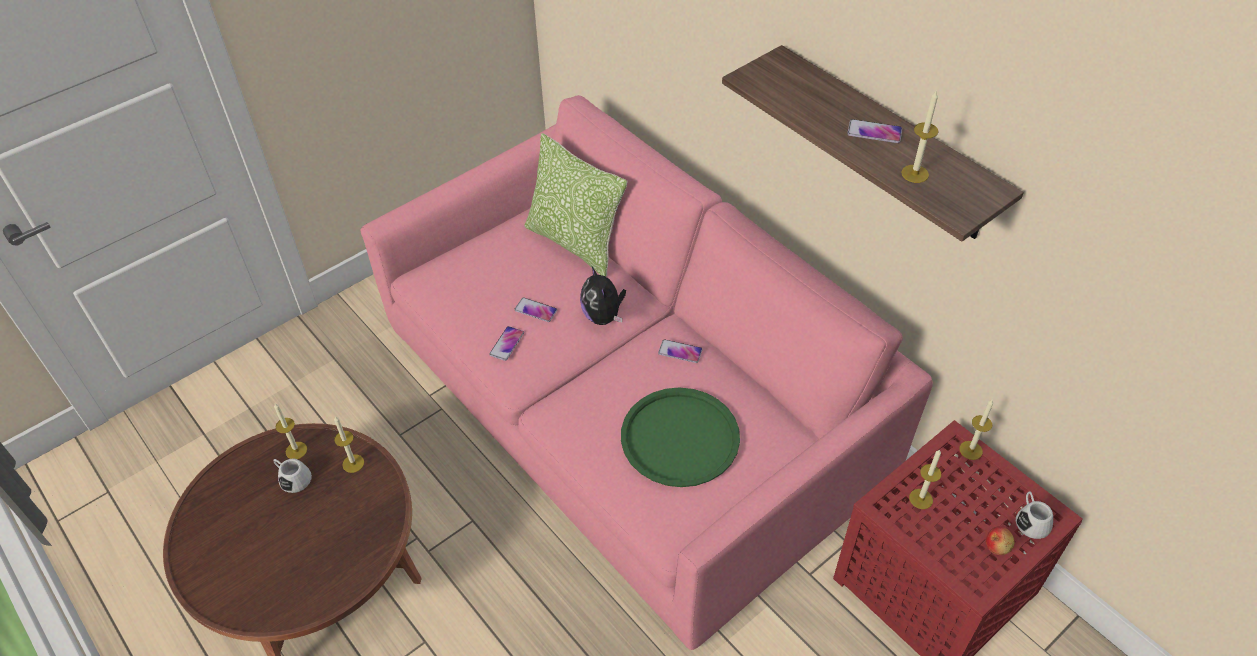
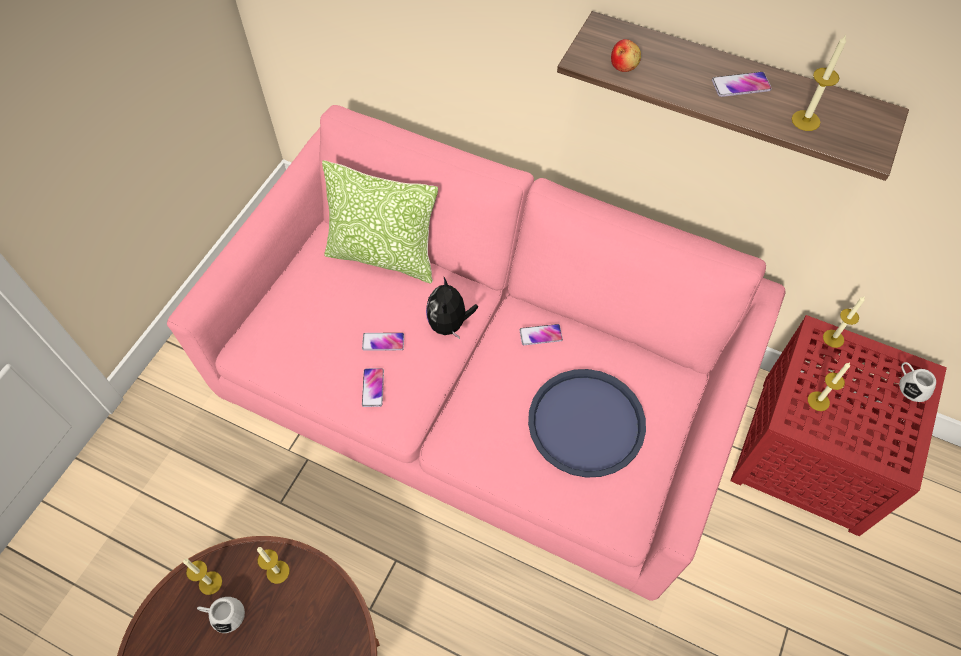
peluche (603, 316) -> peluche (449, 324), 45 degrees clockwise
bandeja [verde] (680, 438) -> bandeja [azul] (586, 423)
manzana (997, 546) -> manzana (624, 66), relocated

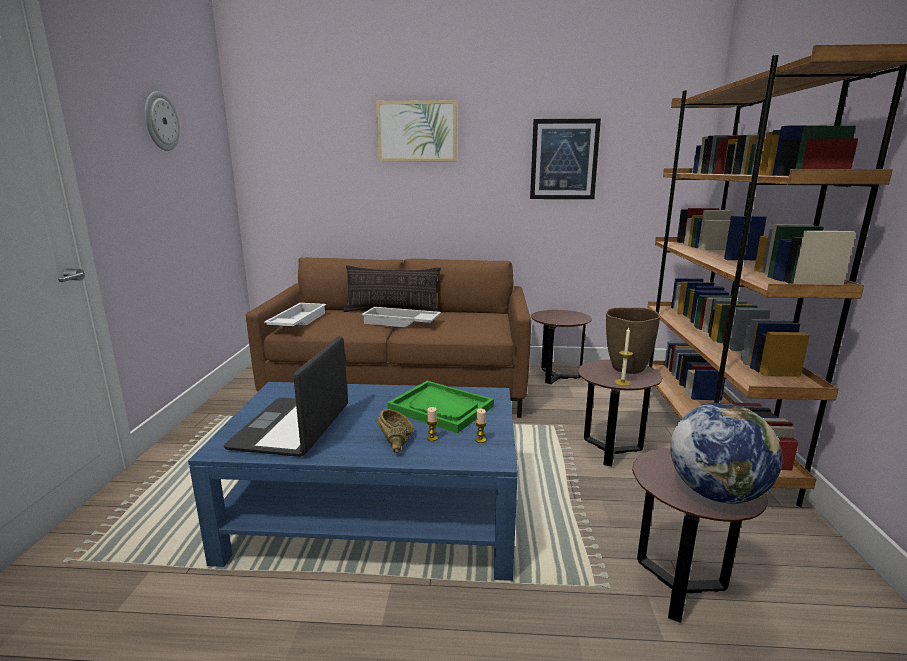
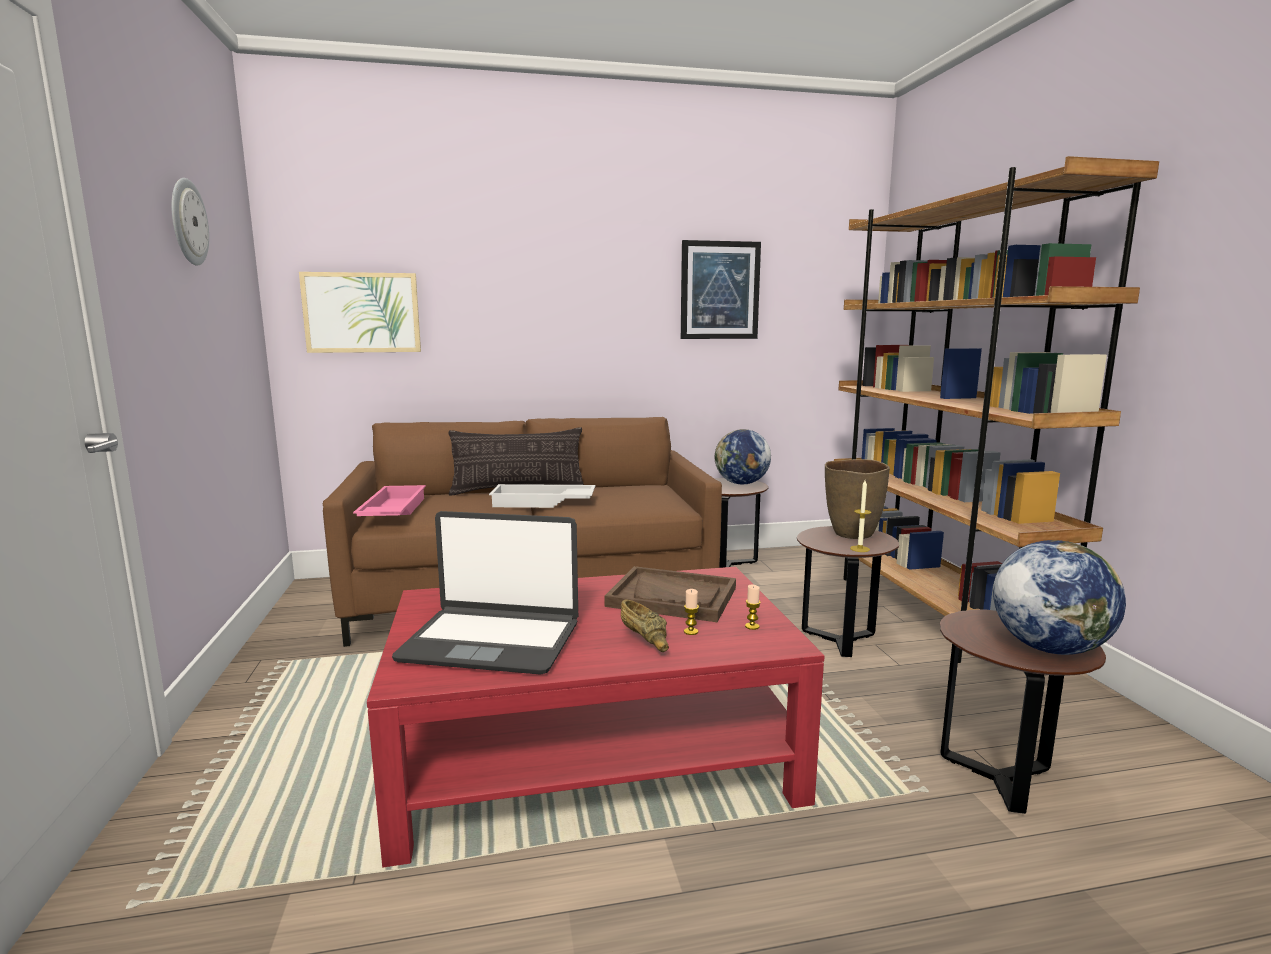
mesa de centro [azul] (378, 513) -> mesa de centro [rojo] (595, 755)
portátil (293, 427) -> portátil (491, 641), 75 degrees counterclockwise
bandeja [blanco] (297, 321) -> bandeja [rosa] (392, 511)
cuadro (417, 131) -> cuadro (362, 313), relocated
bandeja [verde] (441, 408) -> bandeja [marrón] (672, 597)
none -> globo terráqueo (741, 483)

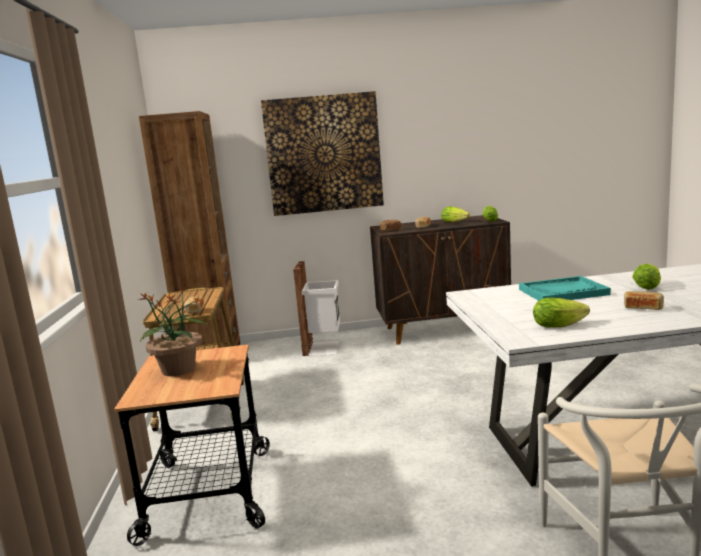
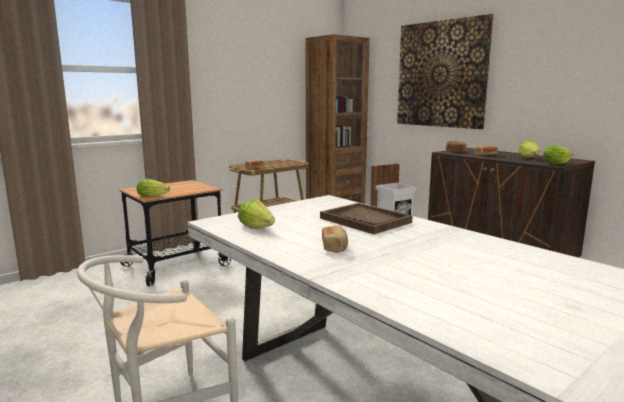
planta en maceta (179, 370) -> none
bandeja [turquesa] (563, 292) -> bandeja [marrón] (365, 220)
lechuga (648, 286) -> lechuga (154, 196), relocated

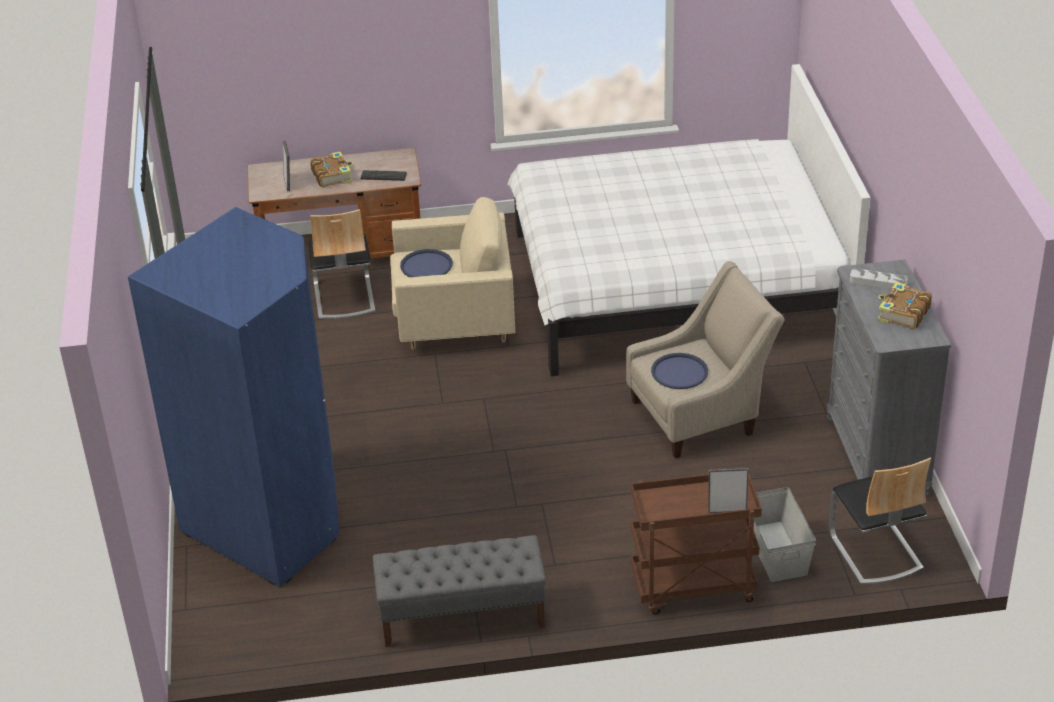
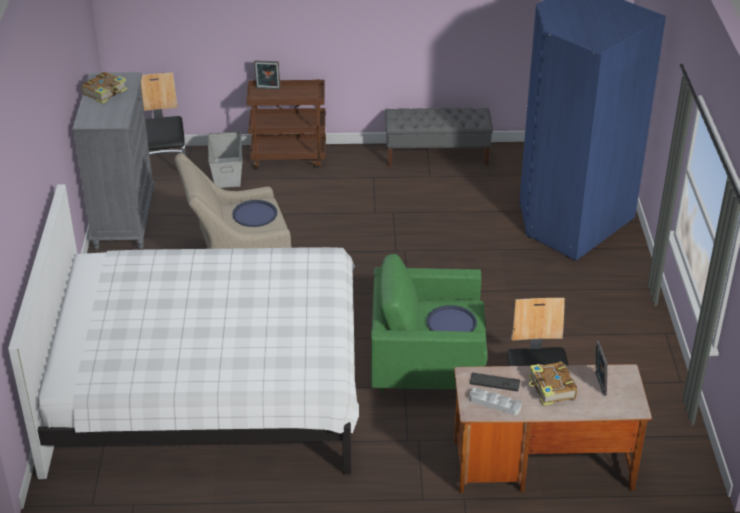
sillón [beis] (454, 322) -> sillón [verde] (426, 367)
bandeja [gris] (878, 282) -> bandeja [gris] (494, 403), relocated

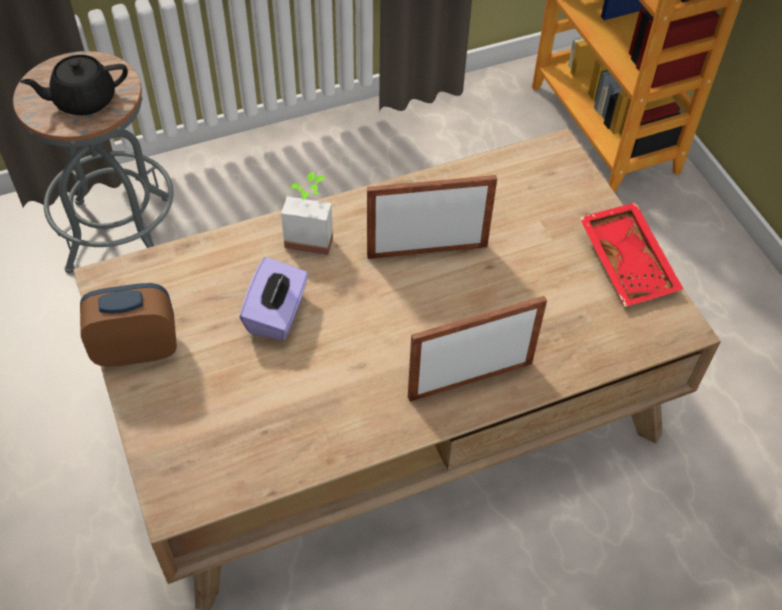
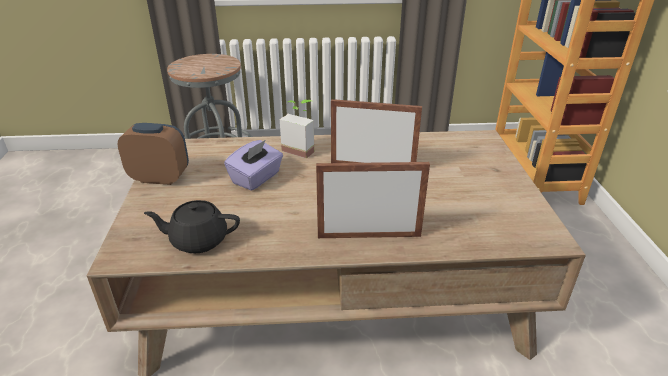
tetera [negro] (83, 100) -> tetera [negro] (198, 240), relocated
bandeja [rojo] (629, 262) -> none

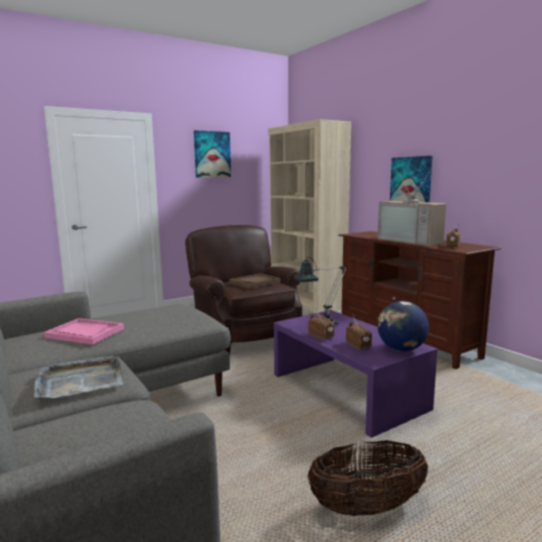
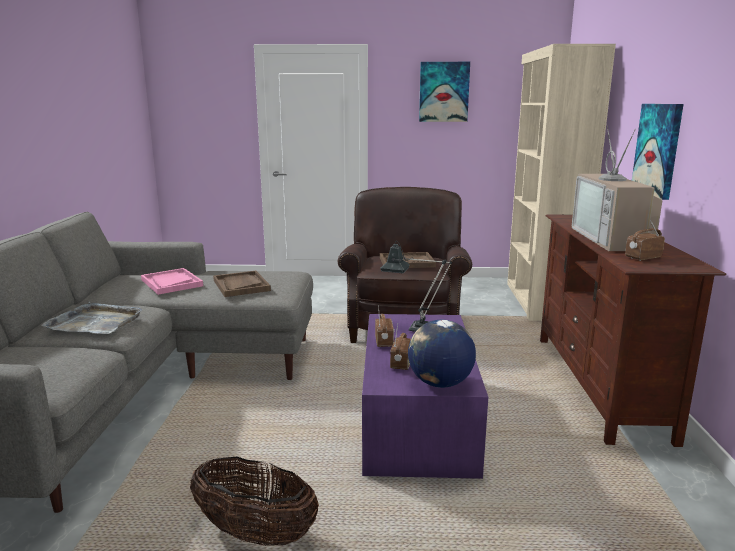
none -> bandeja [marrón] (241, 285)

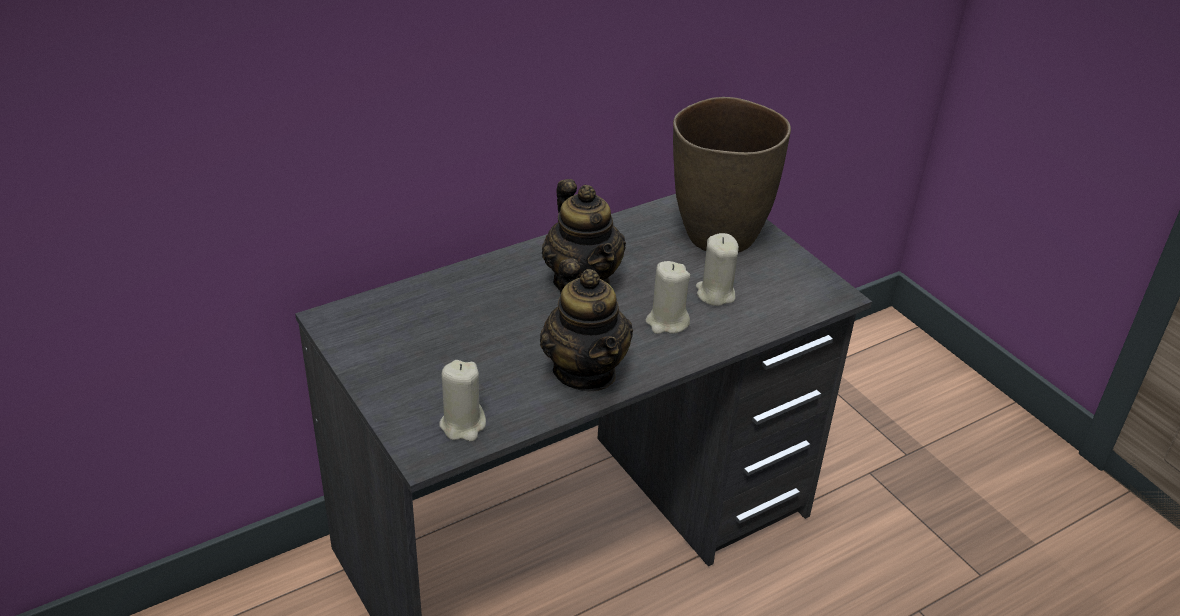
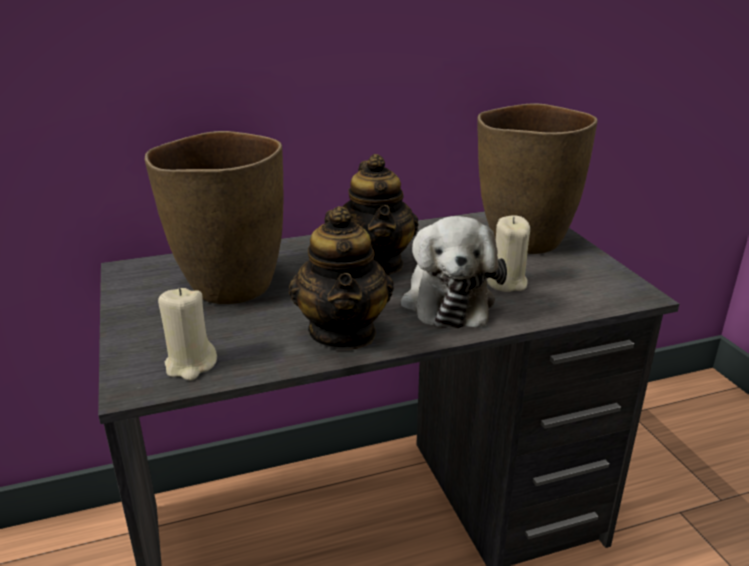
vela [beis] (667, 322) -> peluche (447, 300)
none -> florero [marrón] (229, 288)

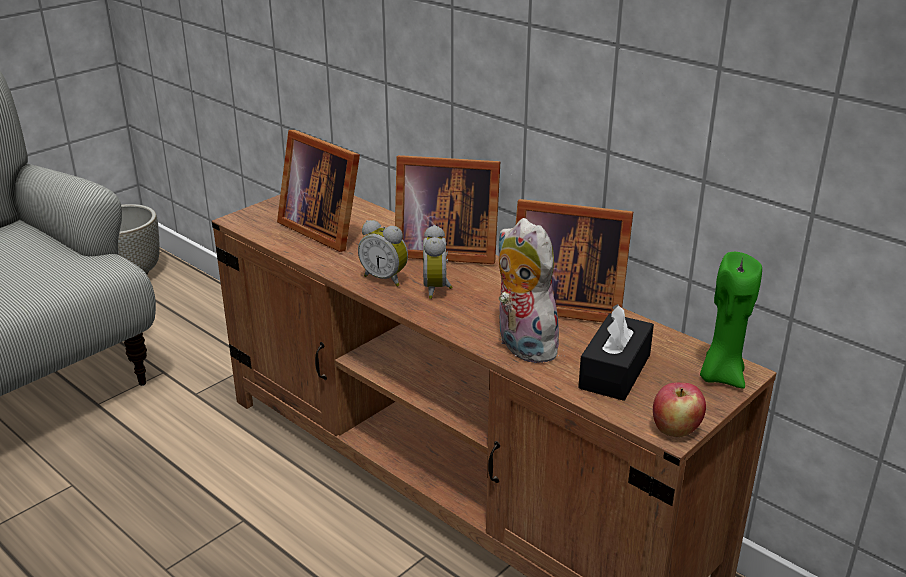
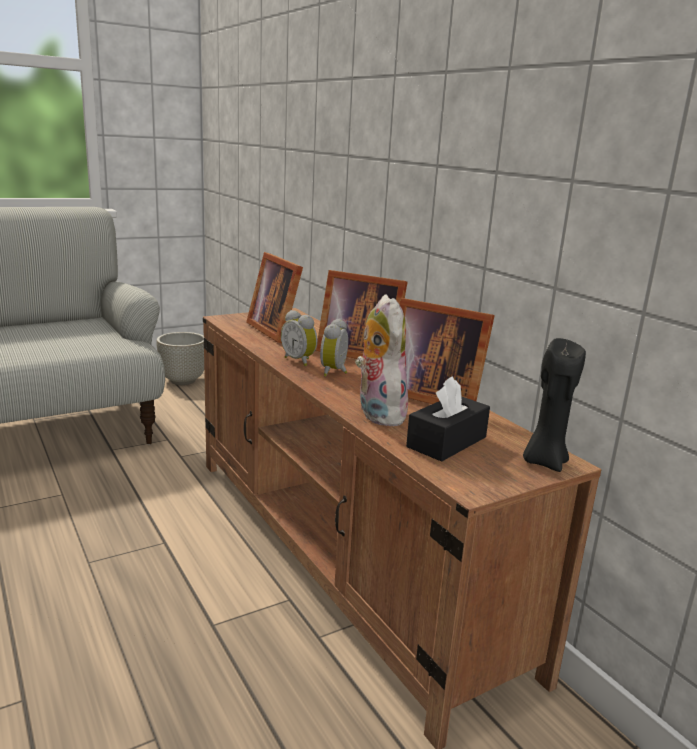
manzana (675, 430) -> none
vela [verde] (721, 376) -> vela [negro] (544, 462)

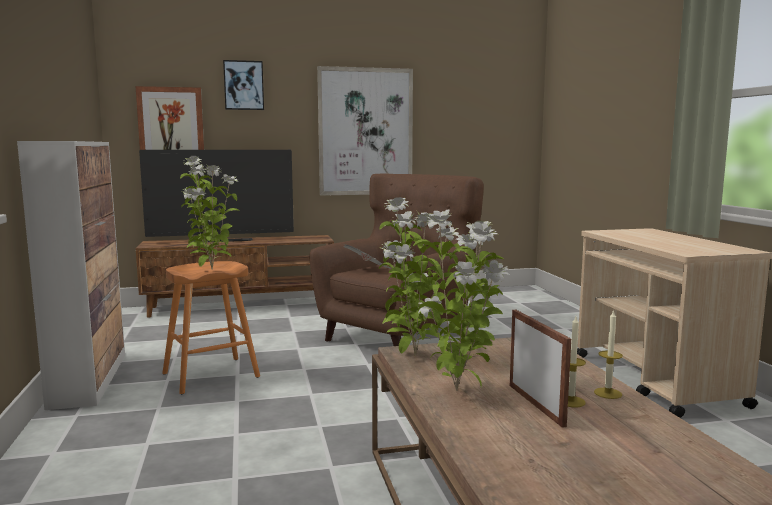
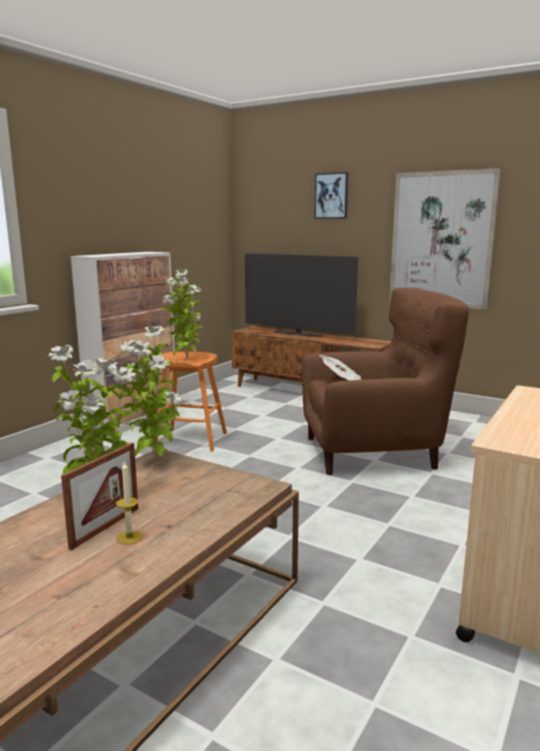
cuadro (171, 125) -> none
vela (607, 393) -> none

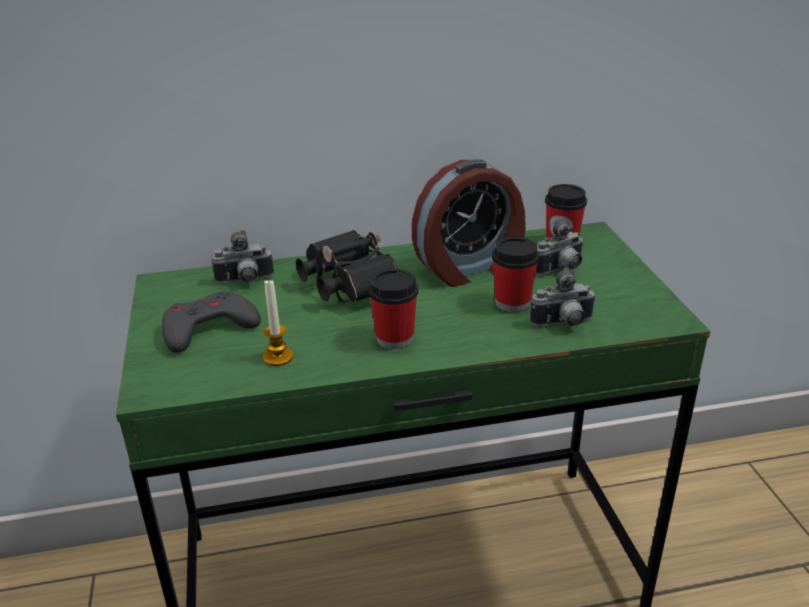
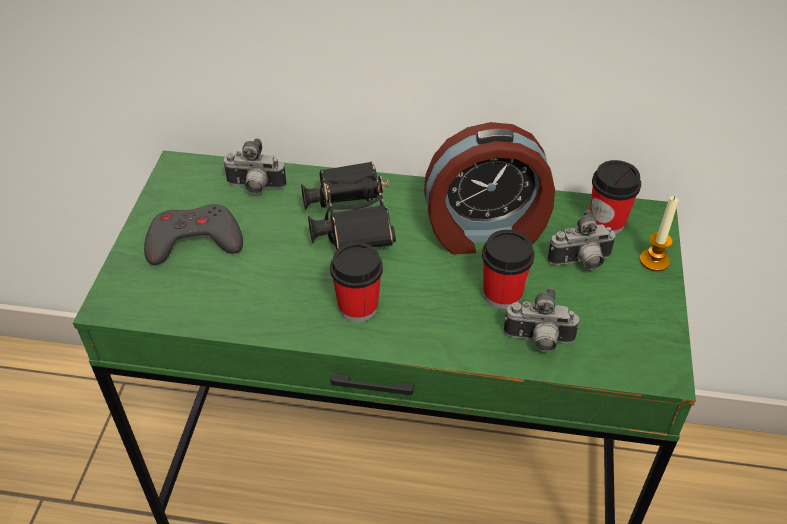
vela (278, 357) -> vela (654, 261), relocated

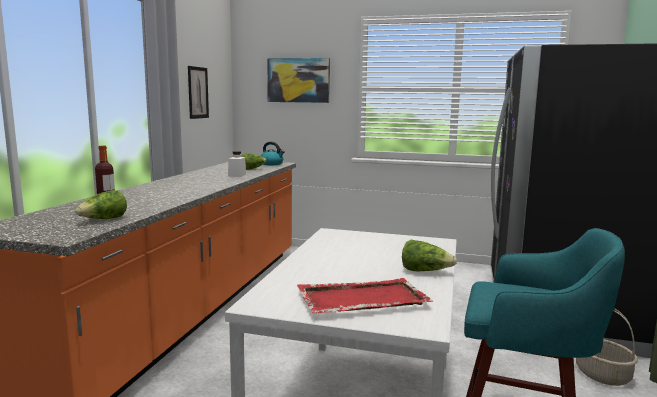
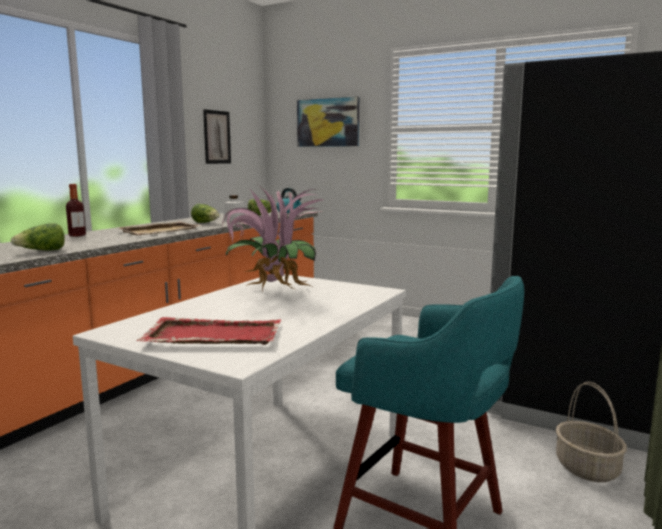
lechuga (425, 271) -> lechuga (206, 223), relocated
none -> bandeja [beis] (161, 231)
none -> planta en maceta (273, 292)

